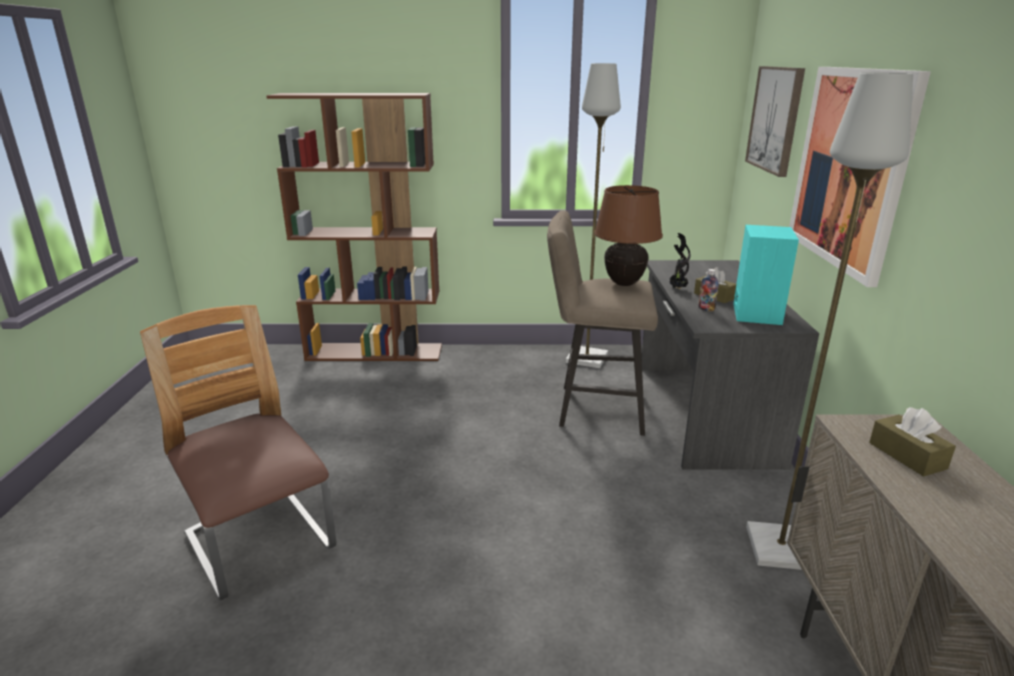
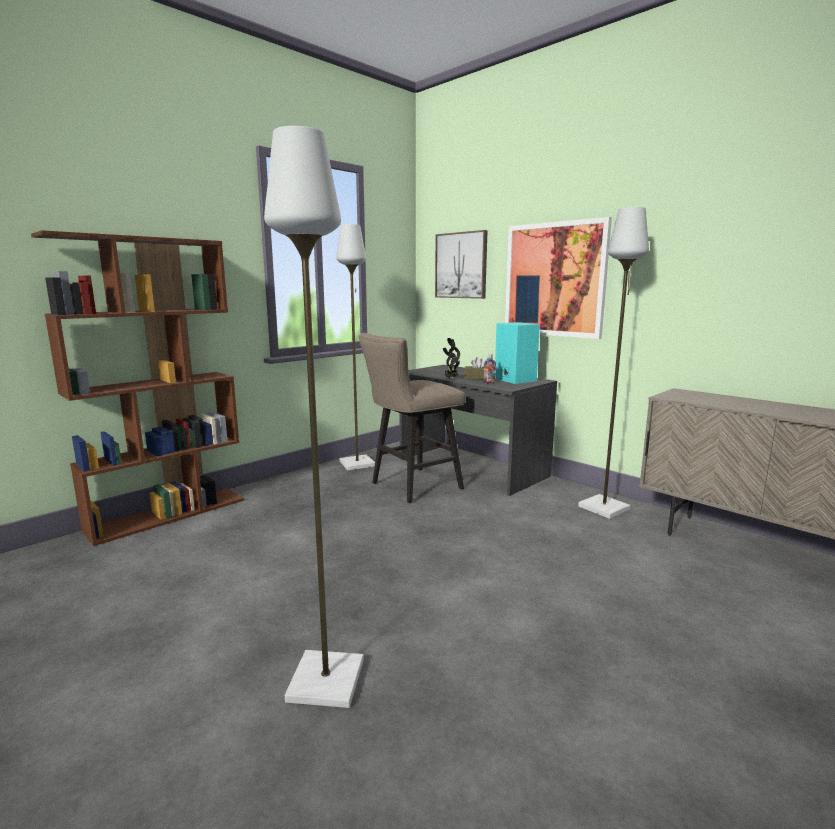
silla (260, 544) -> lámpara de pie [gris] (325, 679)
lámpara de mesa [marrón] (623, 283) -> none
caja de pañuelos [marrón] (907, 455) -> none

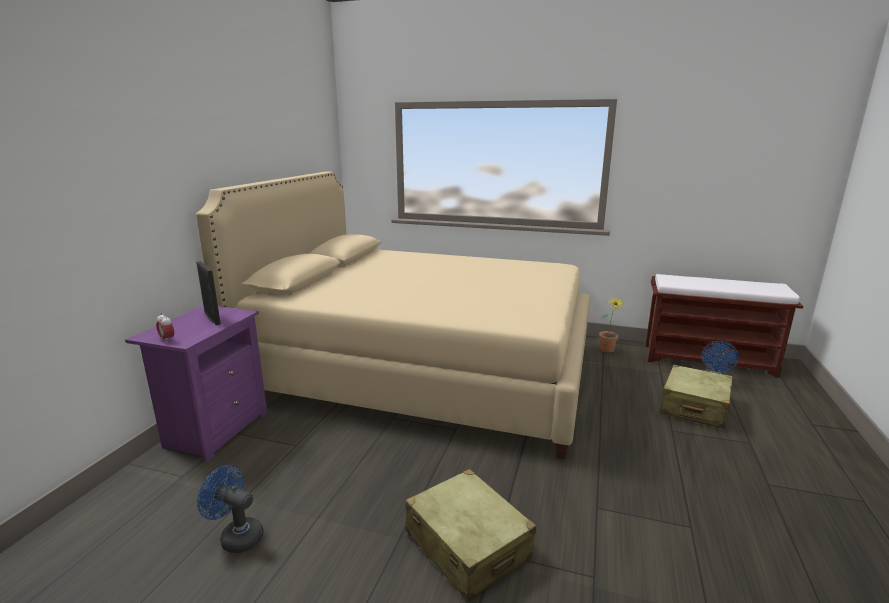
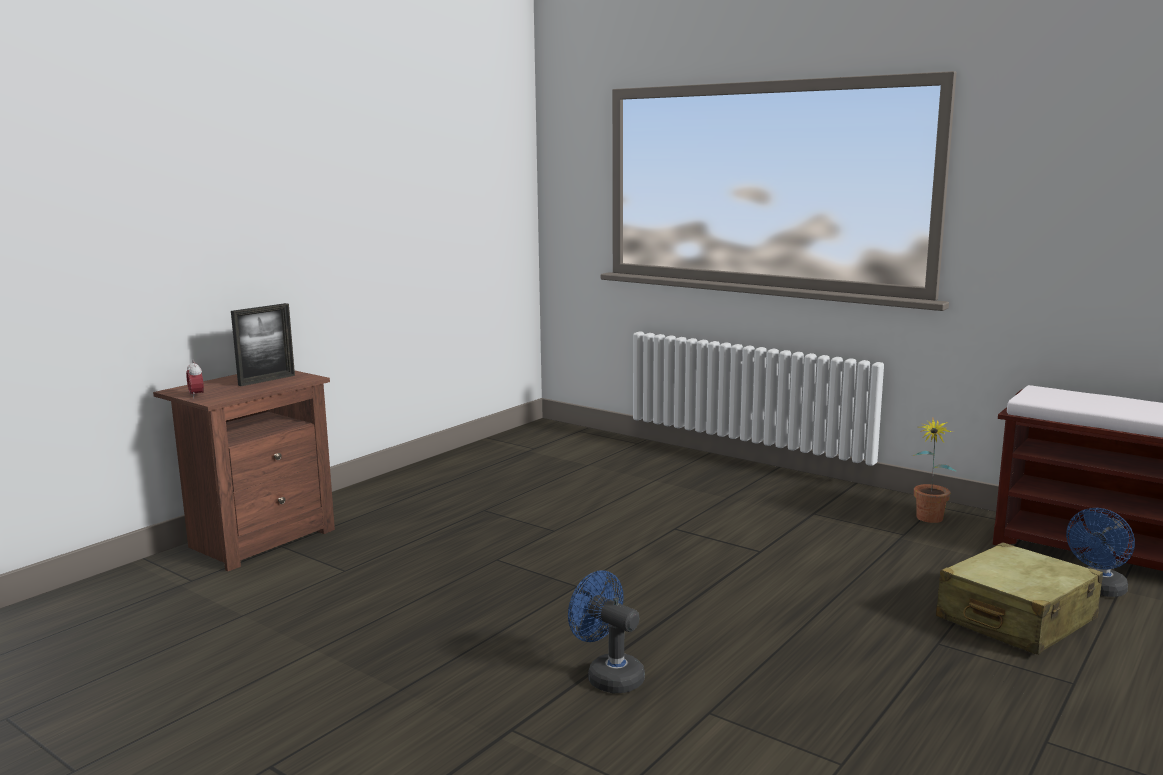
mesita de noche [morado] (215, 430) -> mesita de noche [marrón] (259, 539)
cama [beis] (424, 370) -> none
portarretratos (212, 318) -> portarretratos (267, 380), 60 degrees clockwise
ventilador [azul] (236, 536) -> ventilador [azul] (608, 676), relocated
maleta [beis] (467, 545) -> none

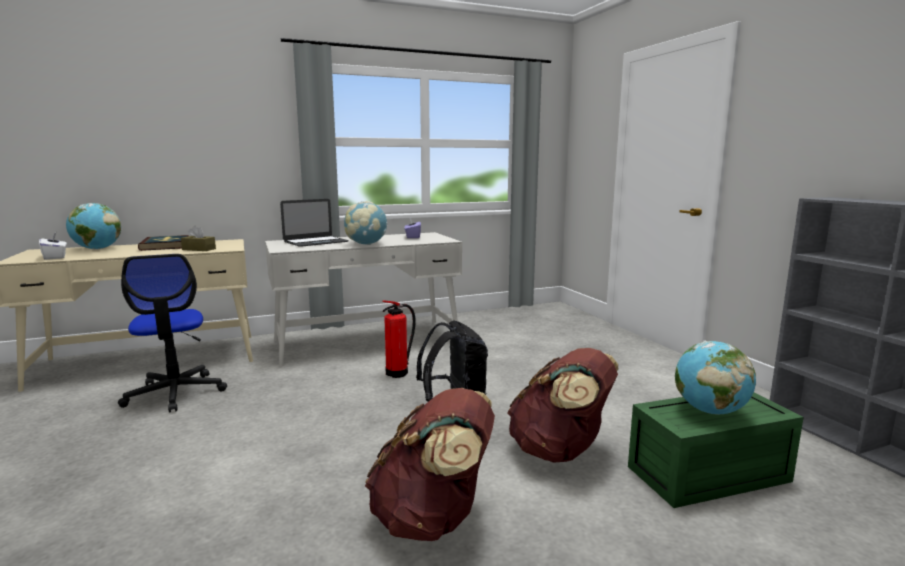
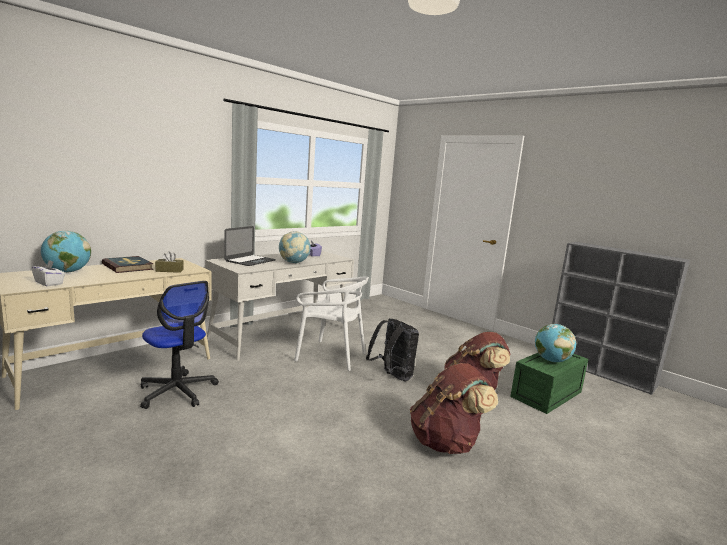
extintor (399, 372) -> silla [blanco] (331, 356)

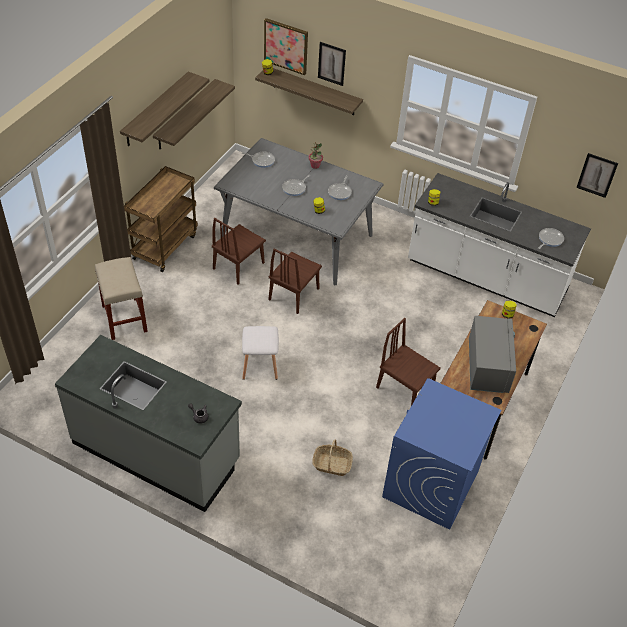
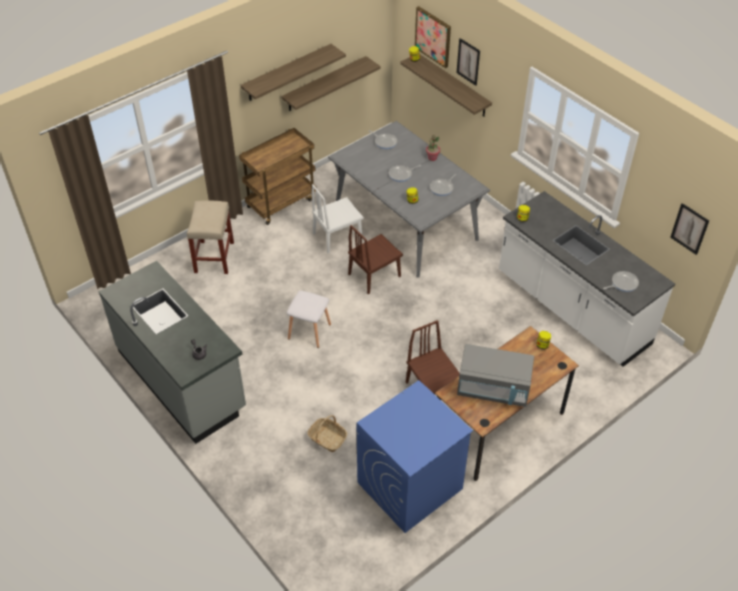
silla [marrón] (238, 266) -> silla [blanco] (337, 236)
microondas [gris] (487, 367) -> microondas [gris] (493, 388), 75 degrees clockwise

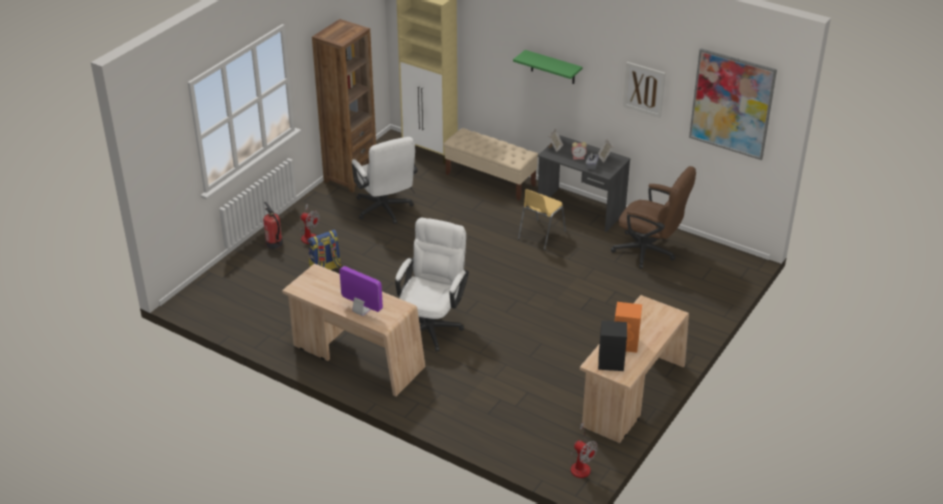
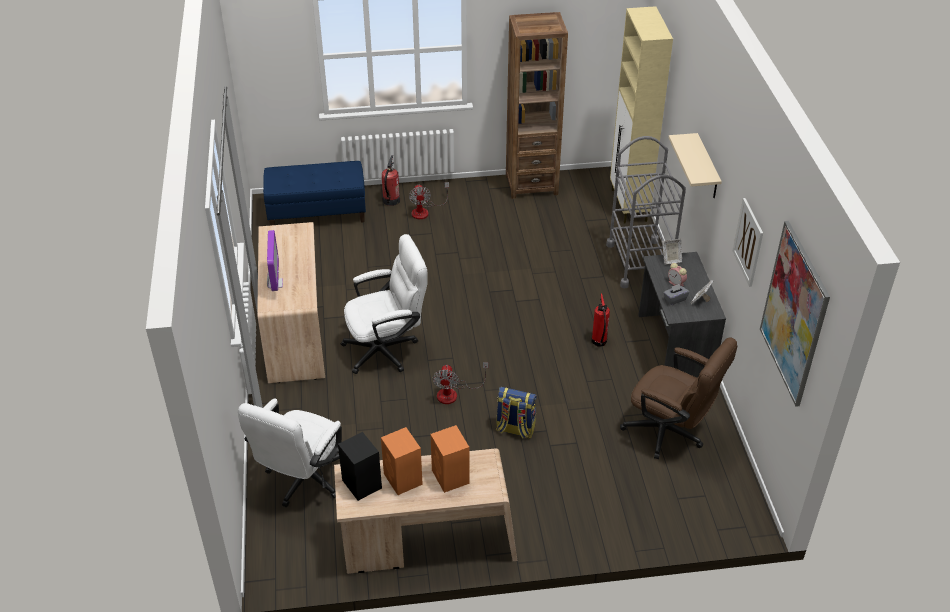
mochila (325, 268) -> mochila (515, 429), relocated
silla de oficina [blanco] (385, 211) -> silla de oficina [blanco] (302, 481), relocated
banco [beis] (490, 180) -> carrito [gris] (639, 263)
estante [verde] (553, 67) -> estante [beis] (707, 168)
silla [amarillo] (540, 235) -> extintor (599, 342)
ventilador (581, 464) -> ventilador (453, 393), relocated
silla de oficina [marrón] (649, 252) -> silla de oficina [marrón] (670, 433), 45 degrees counterclockwise
none -> banco [azul] (317, 213)
none -> altavoz [naranja] (451, 477)

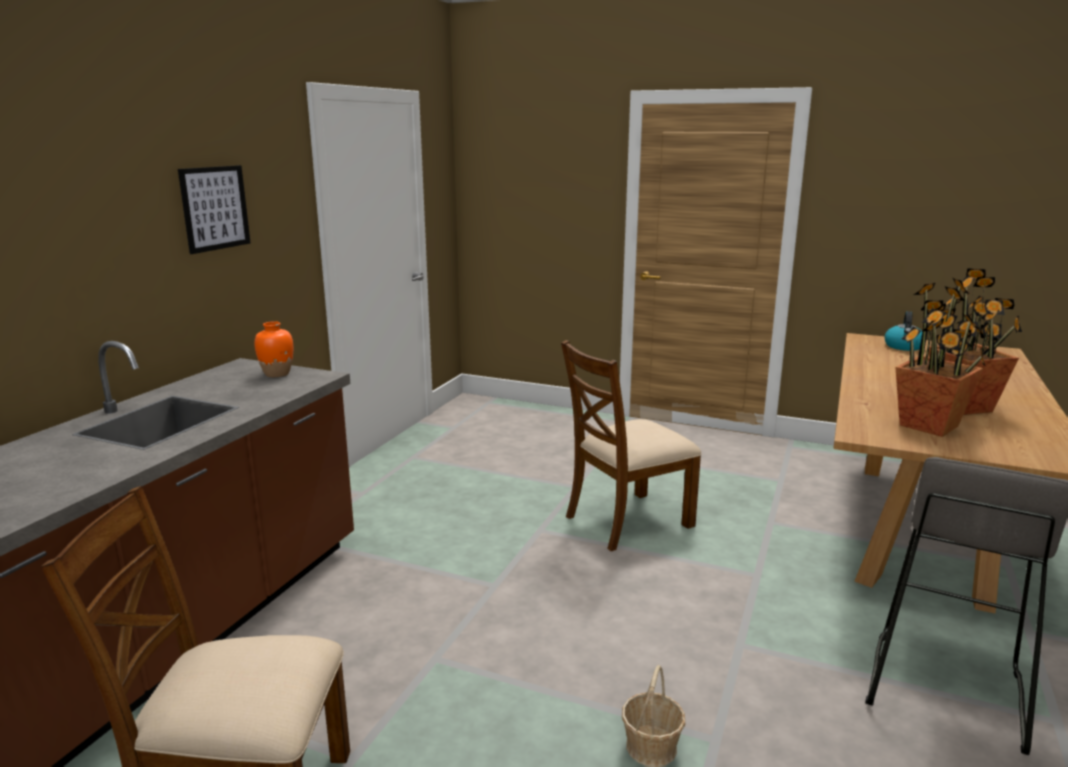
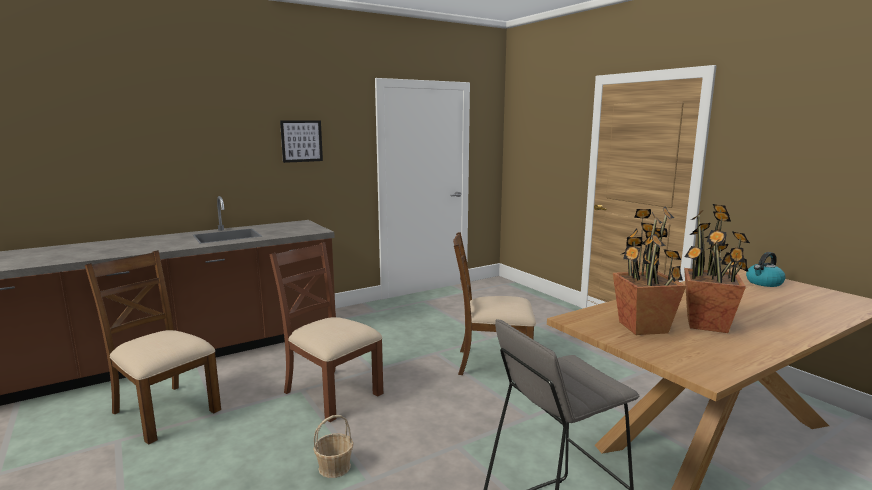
florero [naranja] (277, 374) -> none
none -> silla [marrón] (331, 393)

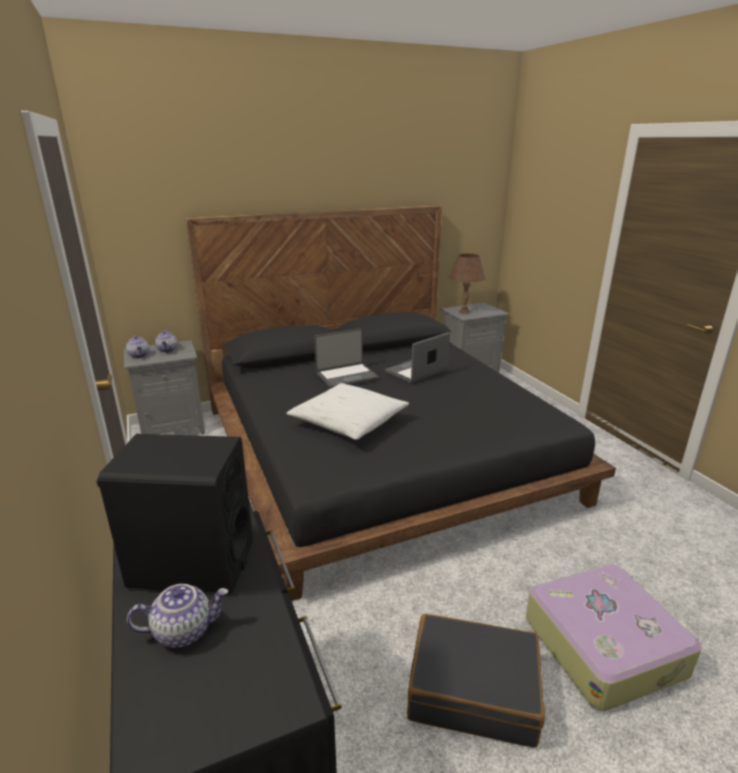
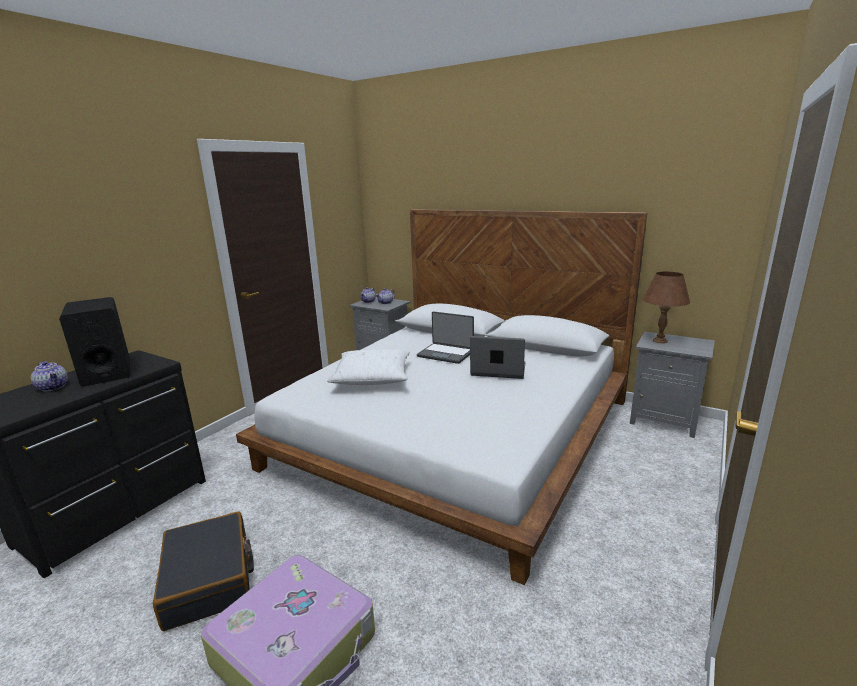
cama [negro] (380, 452) -> cama [blanco] (454, 432)

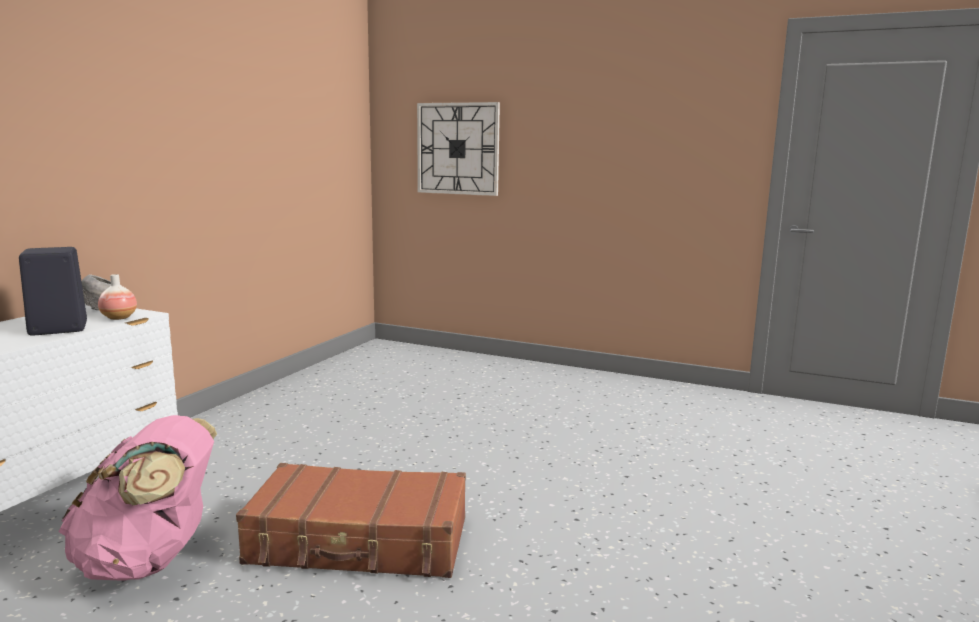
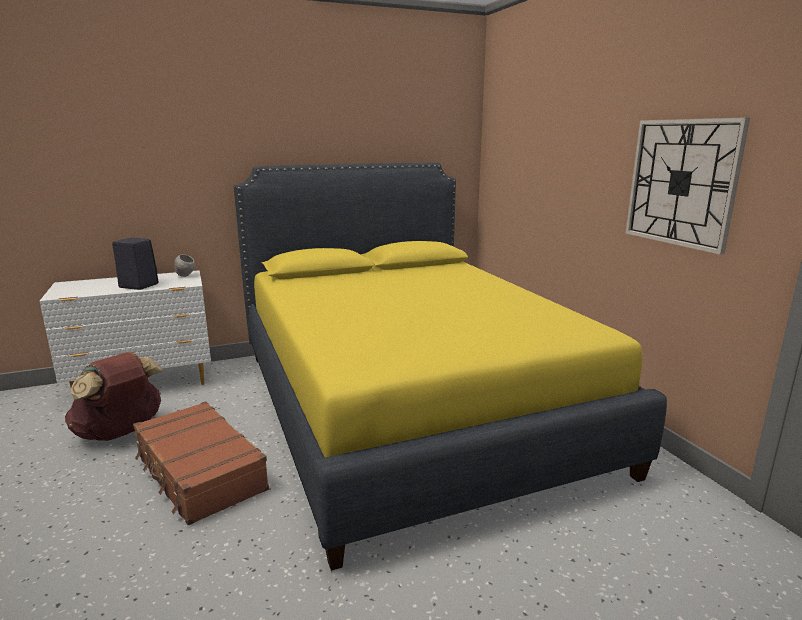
mochila [rosa] (150, 561) -> mochila [marrón] (121, 433)
florero (119, 318) -> none
reloj de pared (458, 149) -> reloj de pared (681, 183), relocated
none -> cama [amarillo] (409, 406)

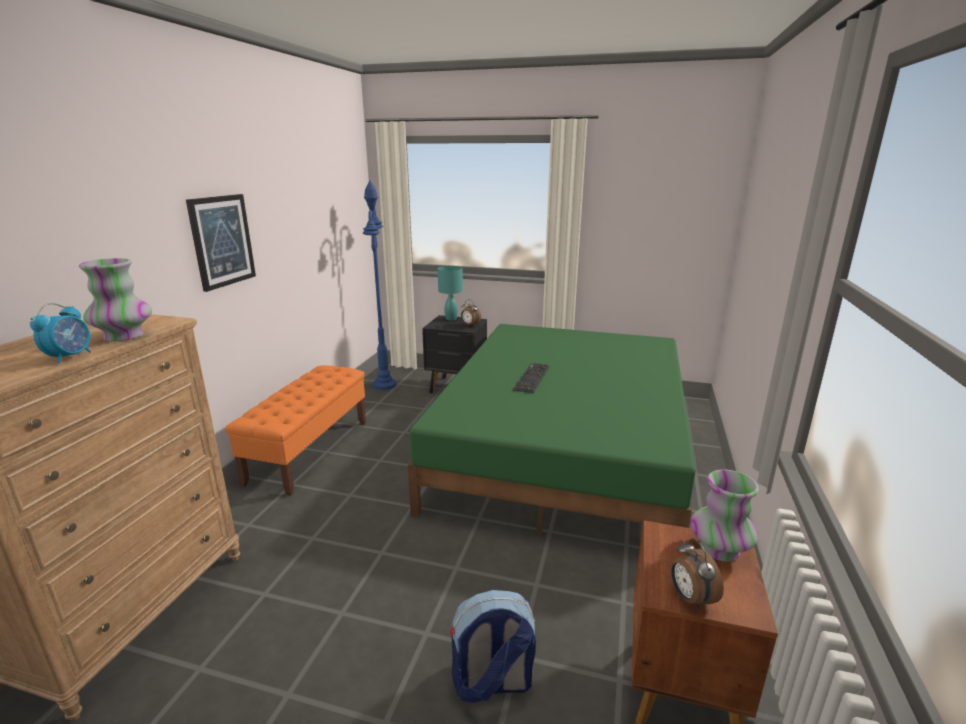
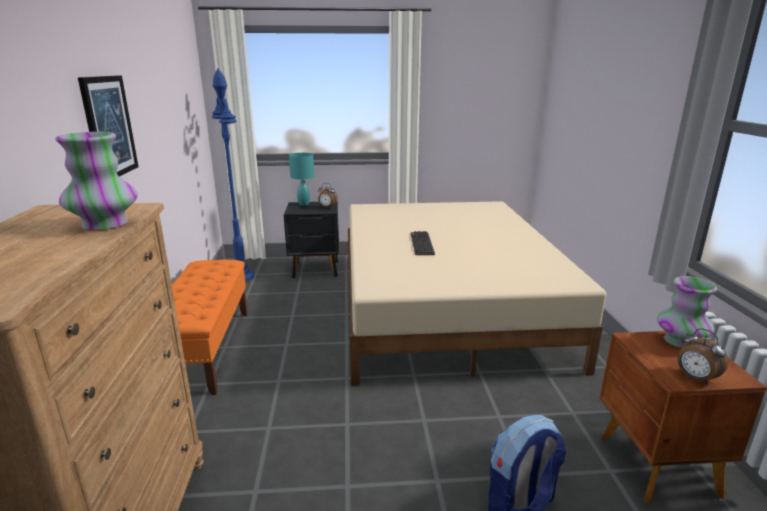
despertador (70, 357) -> none
cama [verde] (563, 448) -> cama [beis] (444, 305)

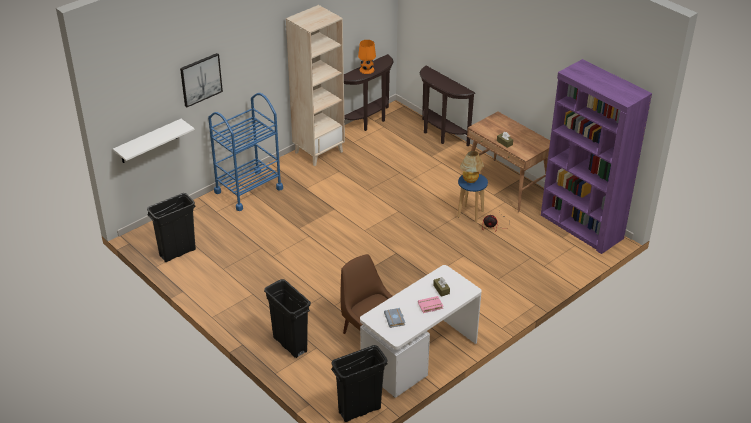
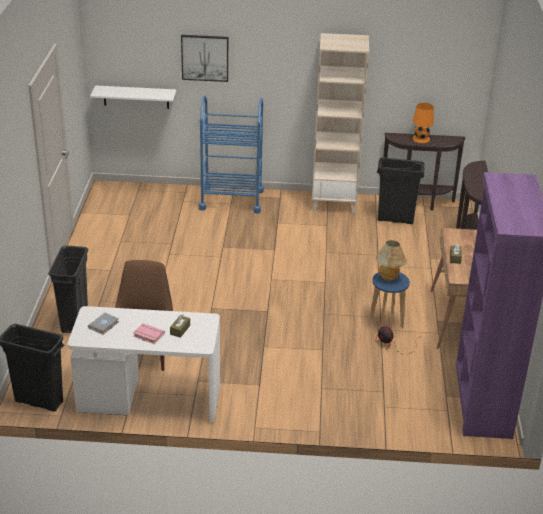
papelera [negro] (177, 253) -> papelera [negro] (395, 219), relocated

